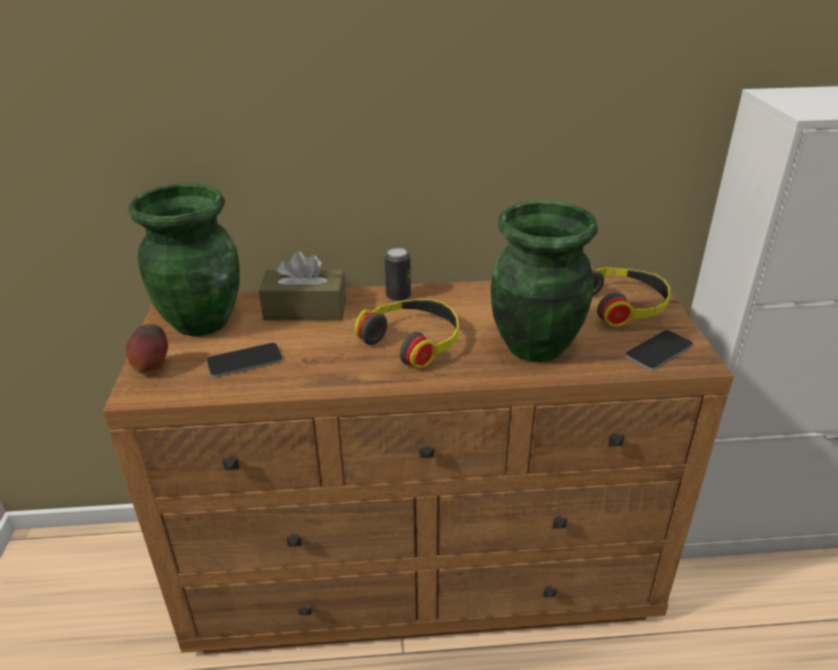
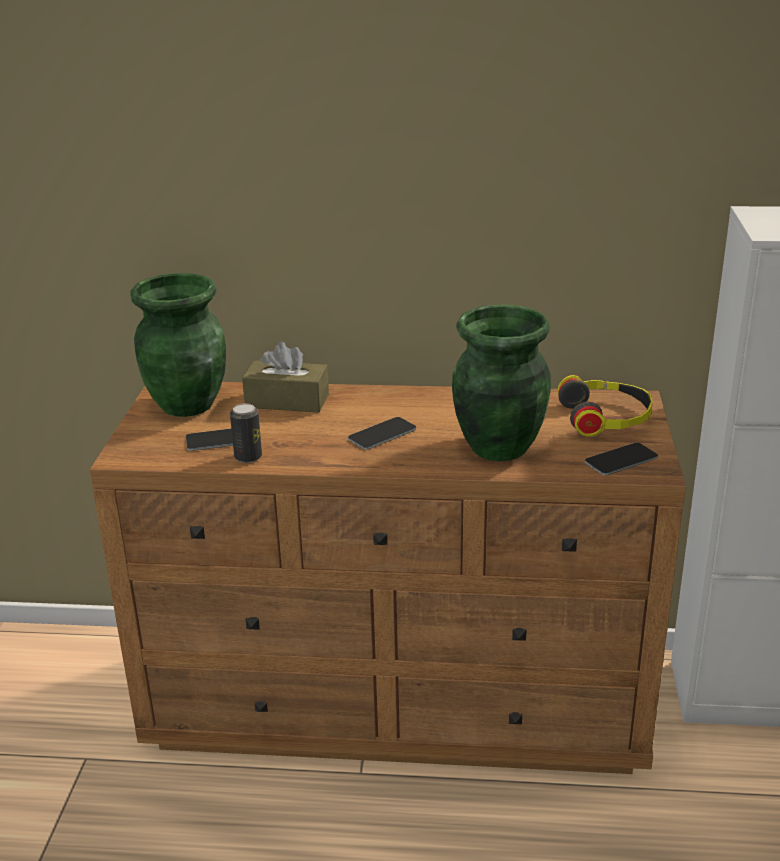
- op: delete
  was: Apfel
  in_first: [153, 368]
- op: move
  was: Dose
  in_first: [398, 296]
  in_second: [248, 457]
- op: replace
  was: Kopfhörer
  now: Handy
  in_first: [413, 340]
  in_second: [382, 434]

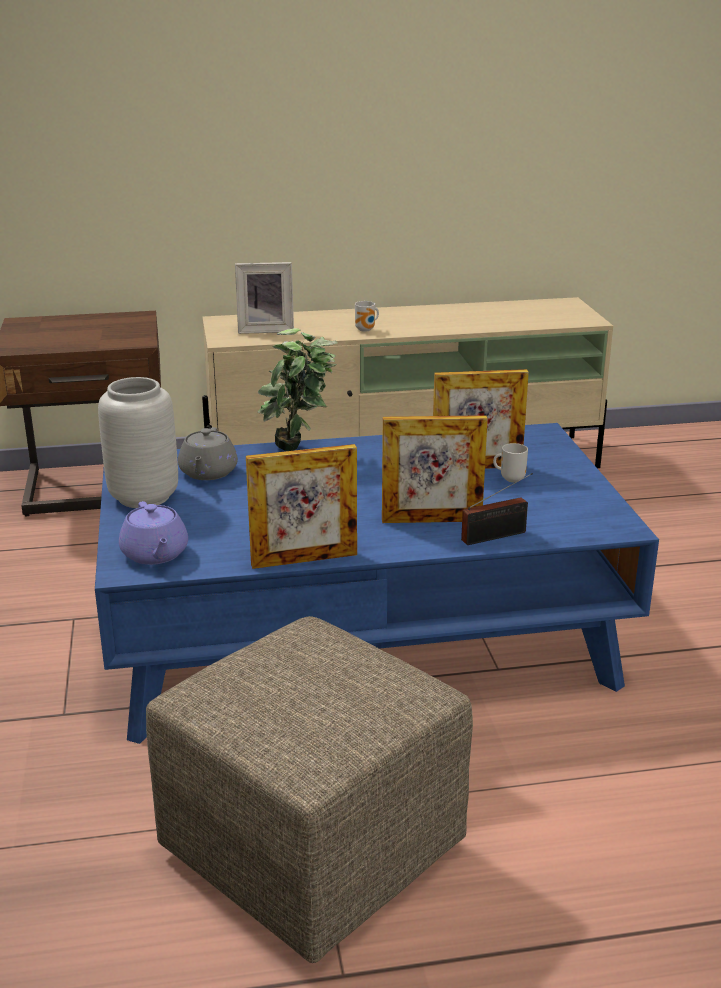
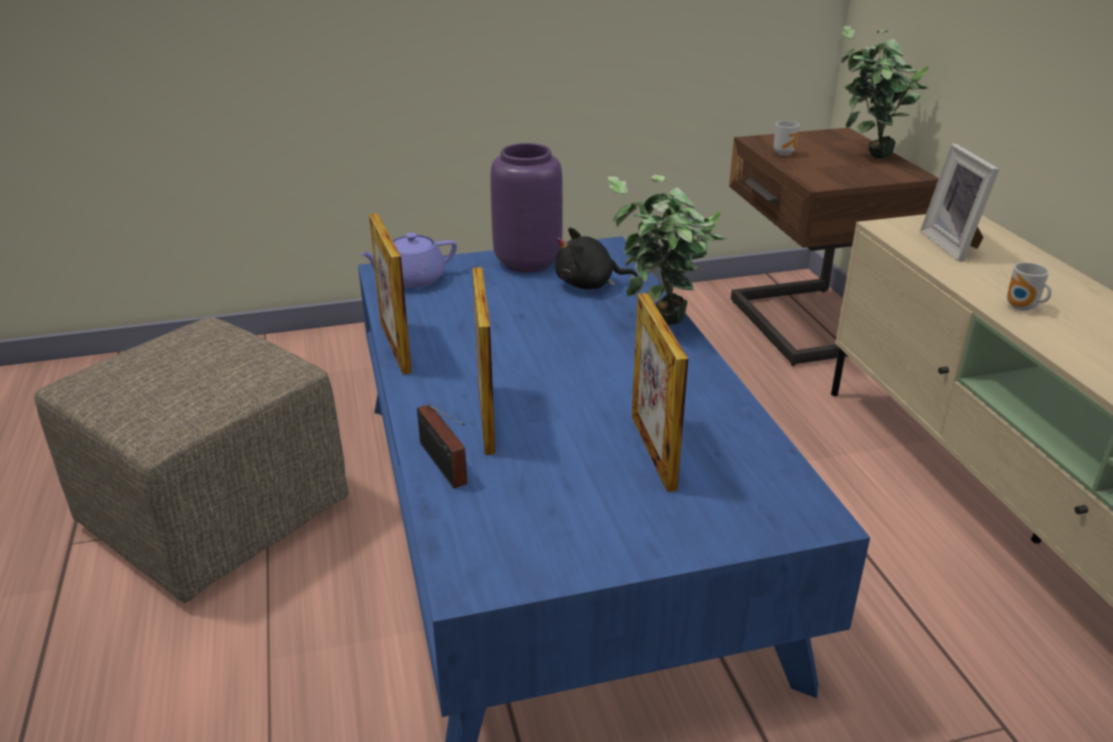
- op: insert
  now: Topfpflanze
  in_second: [866, 158]
- op: move
  was: Henkelbecher
  in_first: [510, 479]
  in_second: [784, 153]
- op: replace
  was: Teekanne/grau
  now: Plüschtier/schwarz
  in_first: [208, 473]
  in_second: [589, 284]
- op: recolor
  was: Vase/grau
  now: Vase/lila
  in_first: [142, 497]
  in_second: [528, 262]

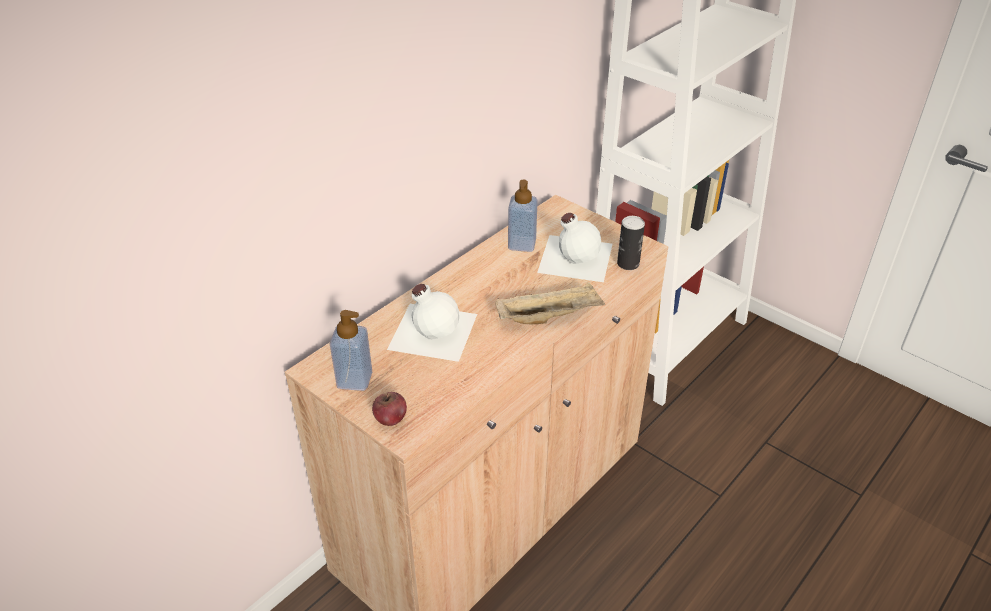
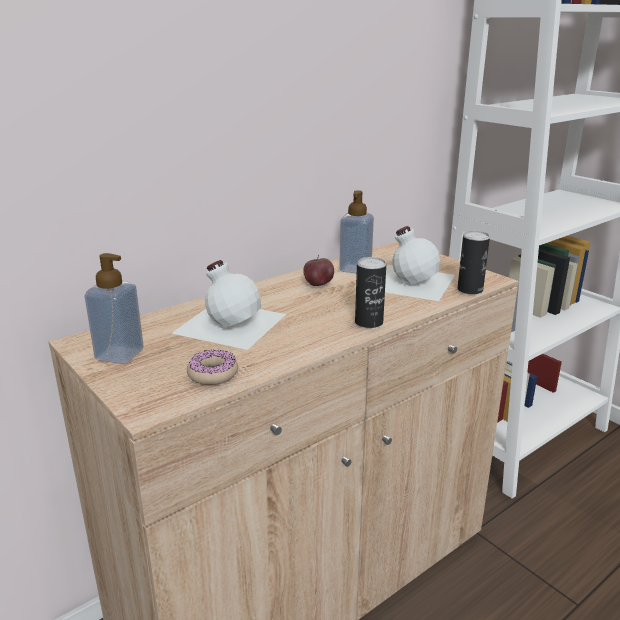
- op: insert
  now: Donut
  in_second: [213, 374]
- op: move
  was: Apfel
  in_first: [390, 419]
  in_second: [318, 284]
- op: replace
  was: Tablett/beige
  now: Dose
  in_first: [549, 316]
  in_second: [369, 322]

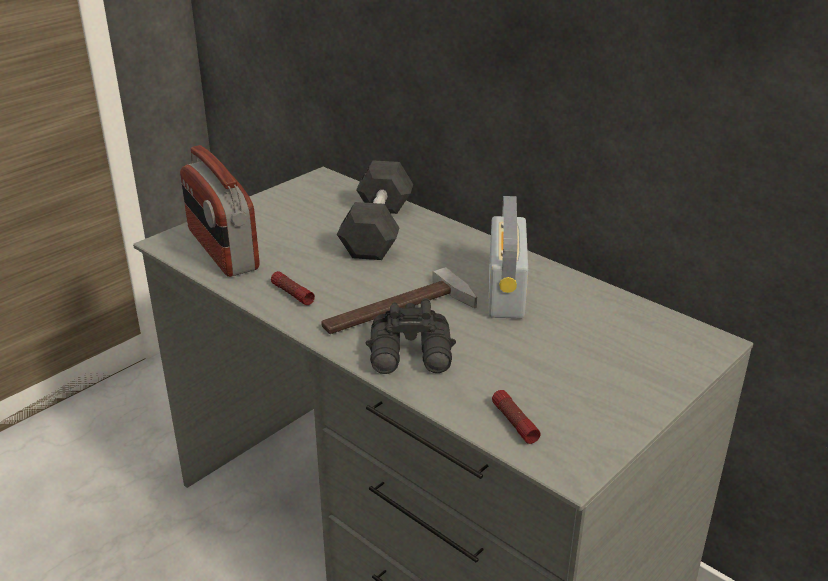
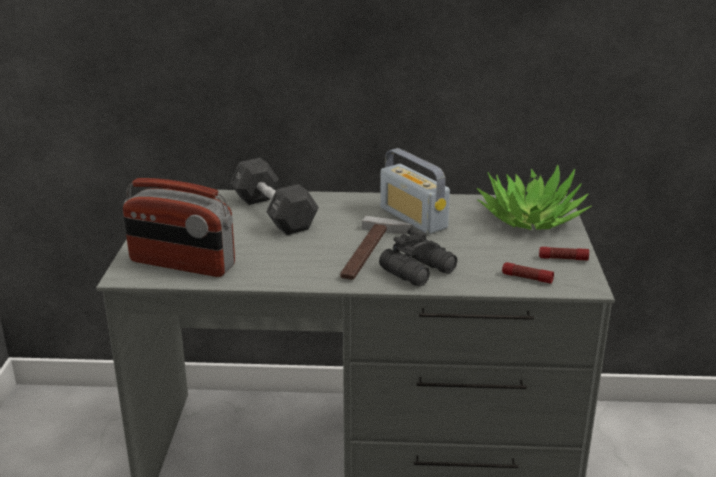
- op: insert
  now: Topfpflanze
  in_second: [530, 218]
- op: move
  was: Taschenlampe
  in_first: [292, 294]
  in_second: [563, 259]

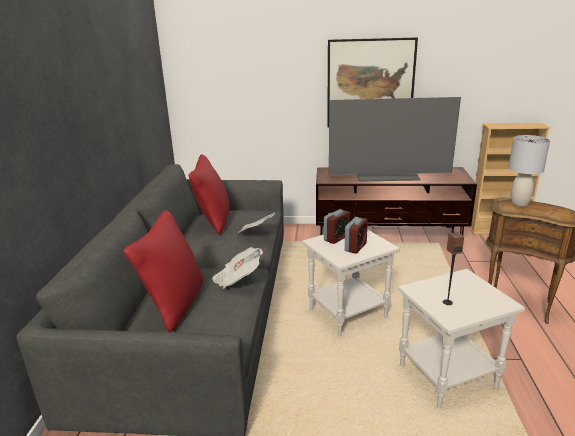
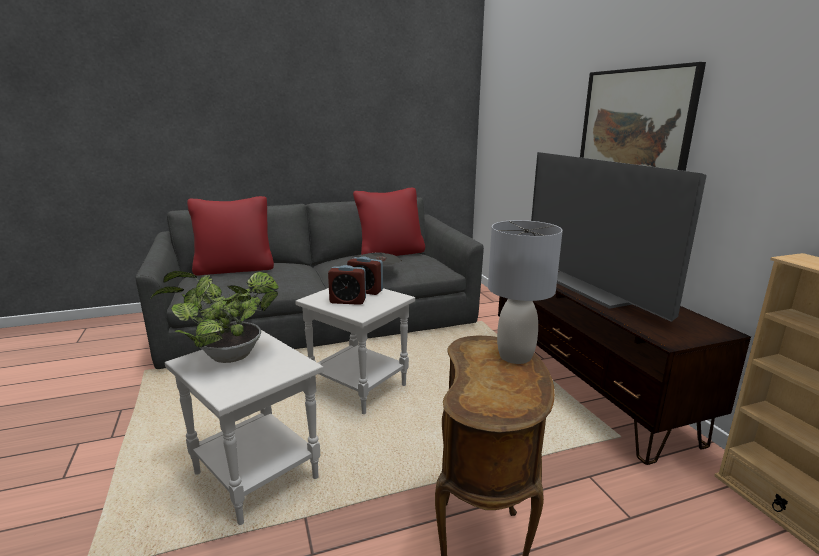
- op: delete
  was: Zeitung
  in_first: [237, 279]
- op: replace
  was: Lautsprecher
  now: Topfpflanze
  in_first: [447, 302]
  in_second: [226, 357]

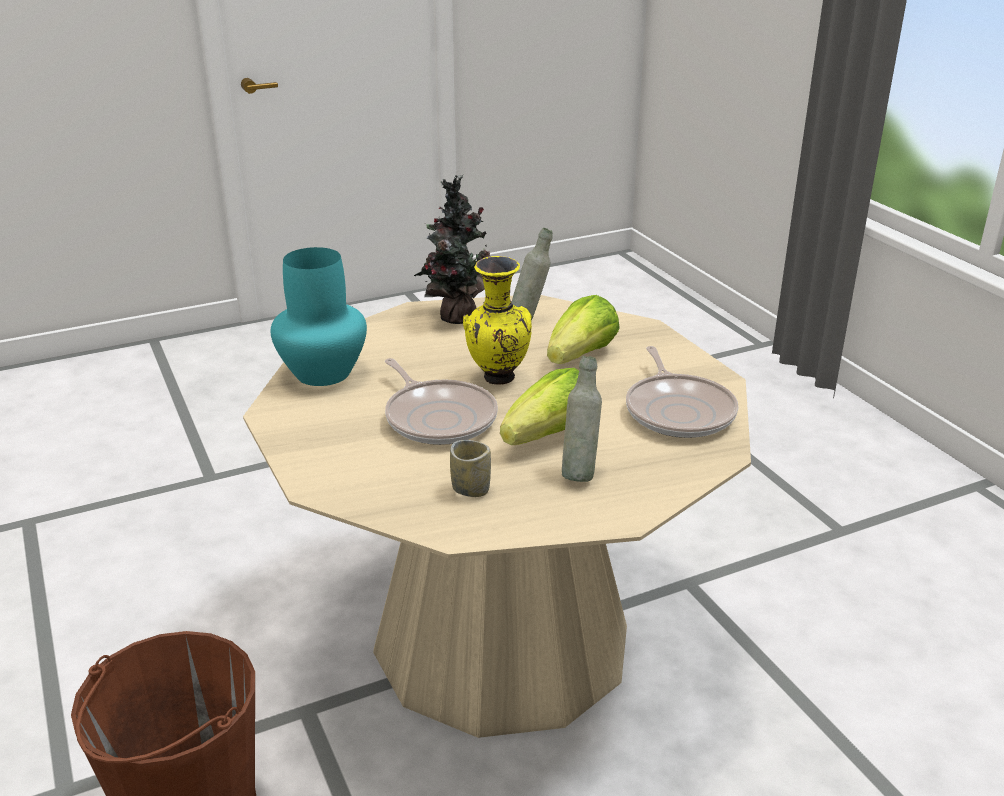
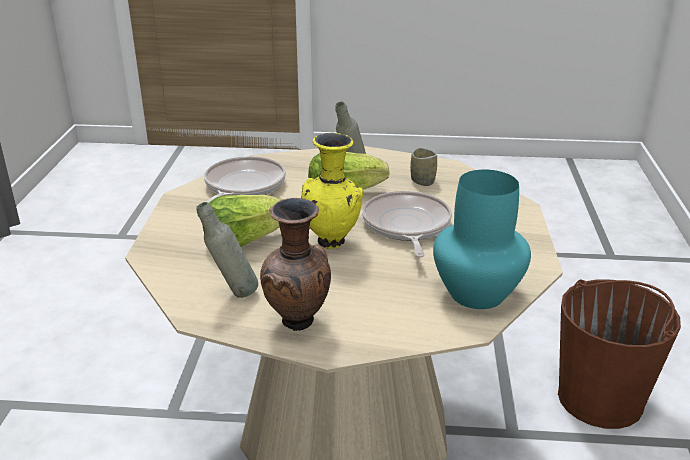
- op: replace
  was: Topfpflanze
  now: Vase/braun
  in_first: [455, 317]
  in_second: [298, 323]

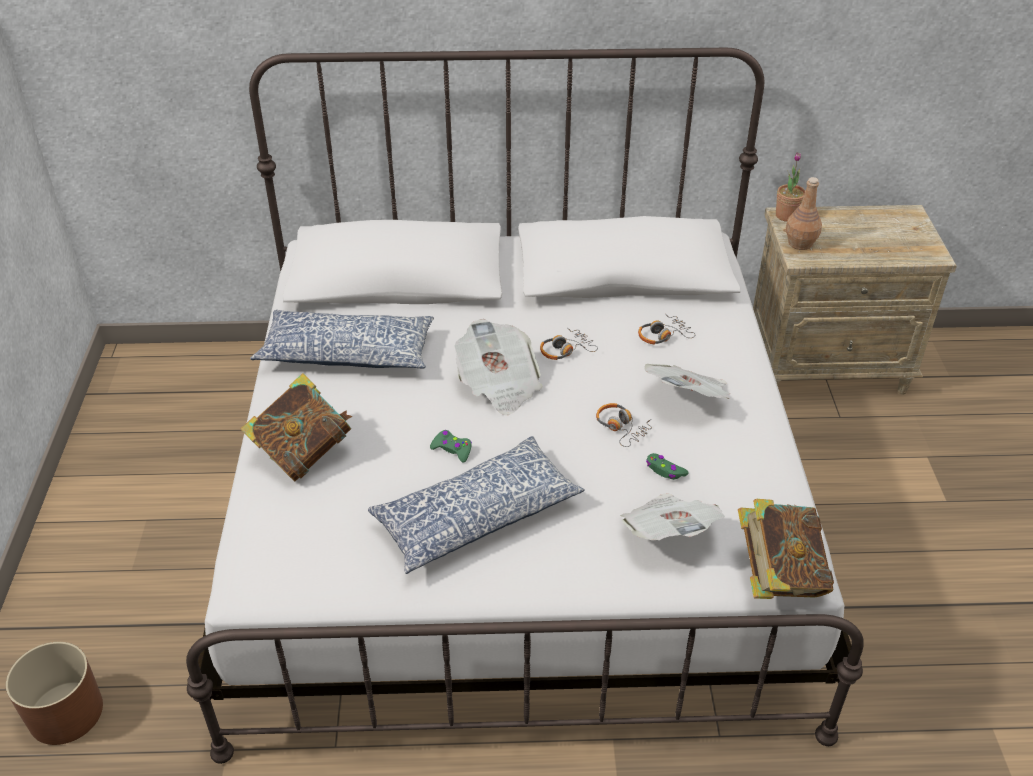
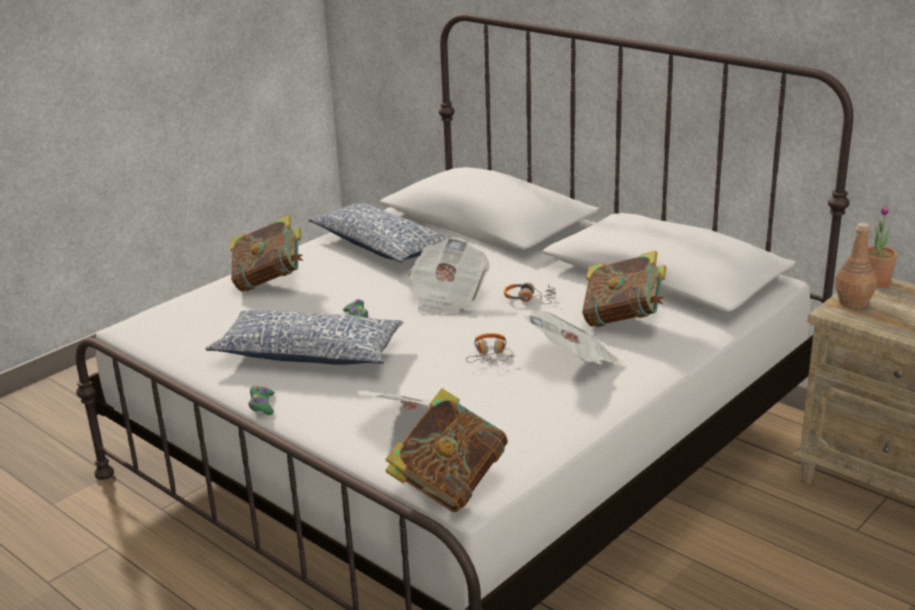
- op: delete
  was: Pflanzkübel/braun
  in_first: [66, 712]
- op: move
  was: Gamepad/grün
  in_first: [665, 470]
  in_second: [262, 405]
- op: replace
  was: Kopfhörer
  now: Buch
  in_first: [663, 336]
  in_second: [623, 320]

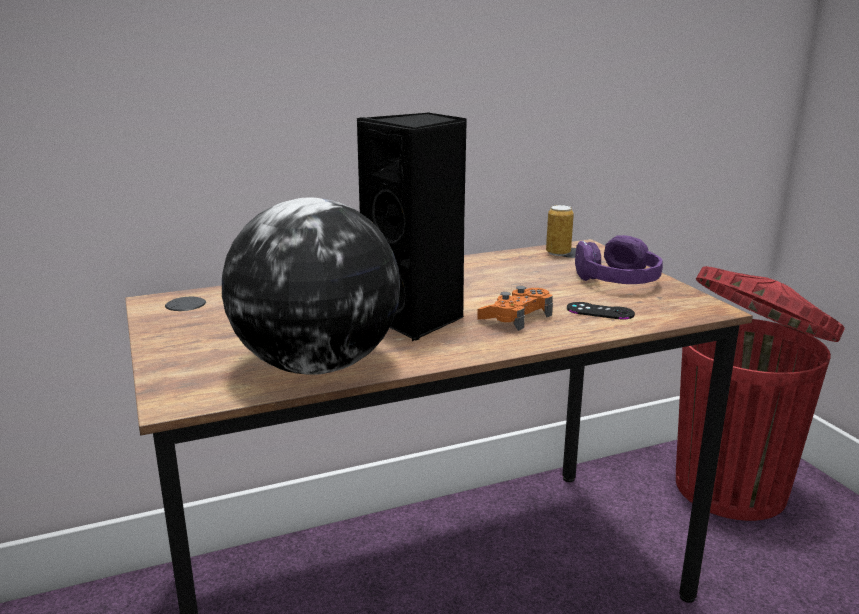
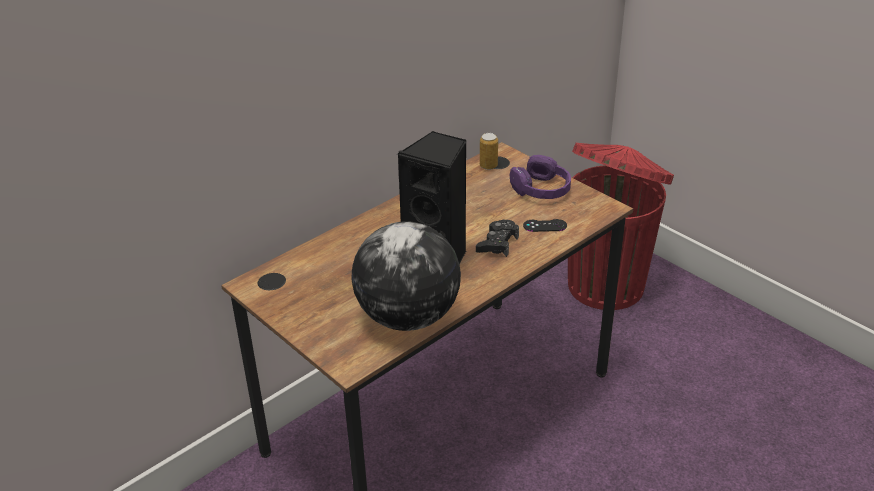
- op: recolor
  was: Gamepad/orange
  now: Gamepad/schwarz
  in_first: [516, 317]
  in_second: [497, 243]

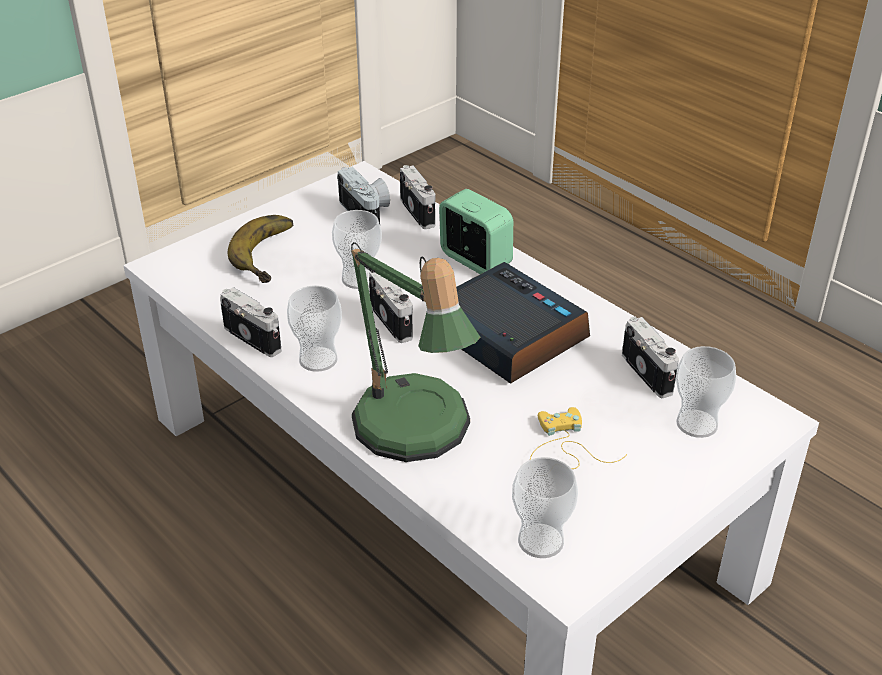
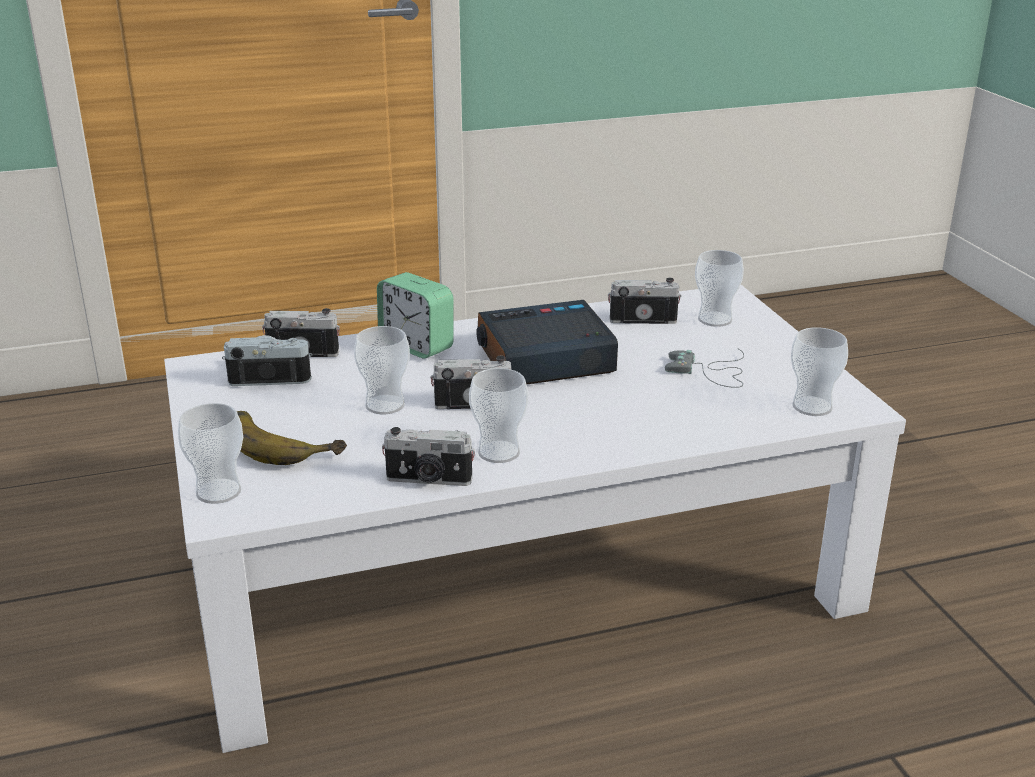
- op: delete
  was: Tischlampe
  in_first: [416, 436]
- op: insert
  now: Tasse
  in_second: [218, 491]
- op: recolor
  was: Gamepad/gelb
  now: Gamepad/grau
  in_first: [563, 448]
  in_second: [710, 372]
- op: rotate
  was: Kamera
  in_first: [254, 338]
  in_second: [429, 480]
  clockwise: -150
- op: rotate
  was: Wecker
  in_first: [475, 260]
  in_second: [416, 346]
  clockwise: -120

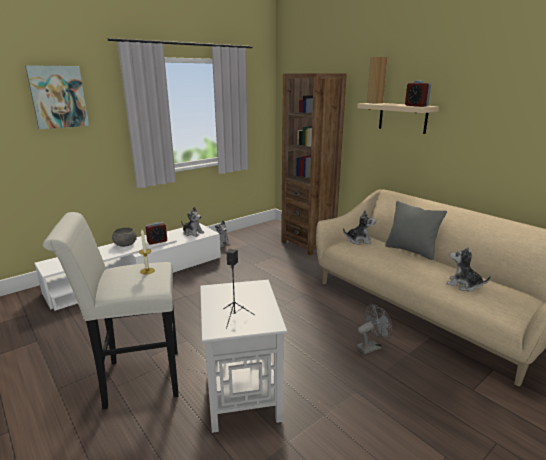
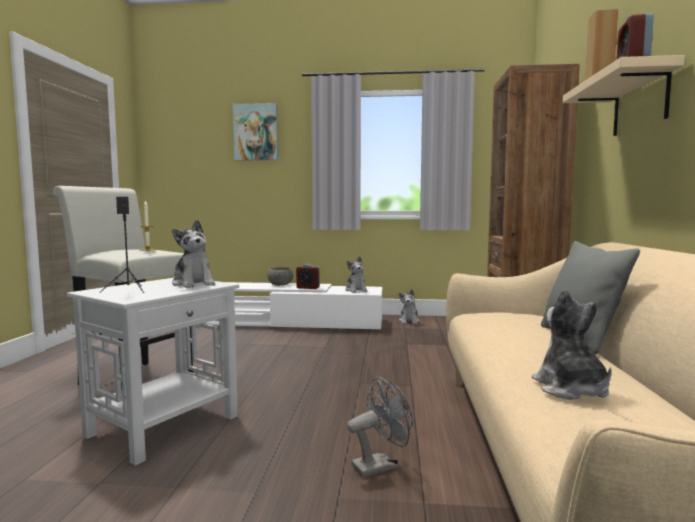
- op: move
  was: Plüschtier
  in_first: [359, 241]
  in_second: [193, 284]
- op: rotate
  was: Ventilator/grau
  in_first: [371, 347]
  in_second: [380, 465]
  clockwise: -45

